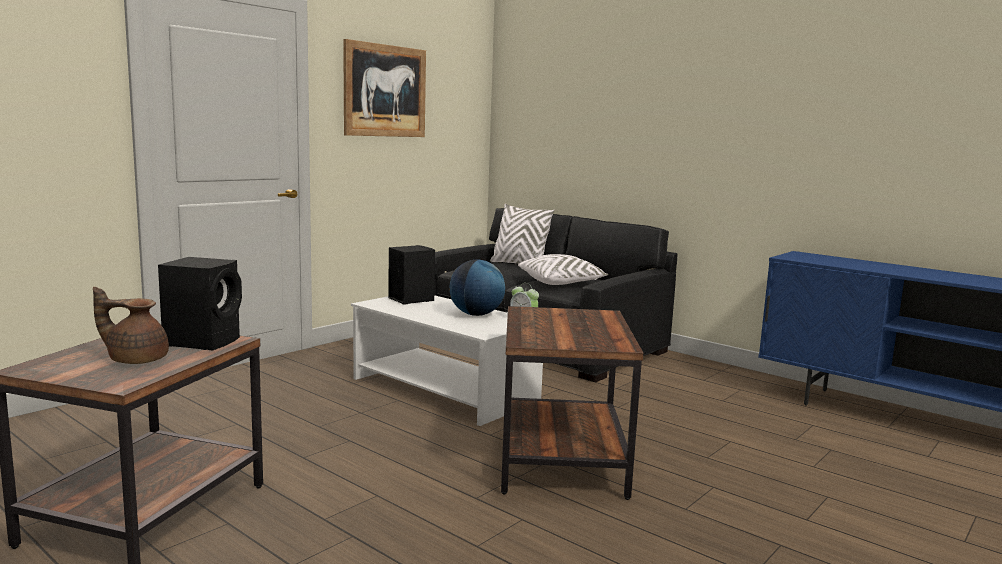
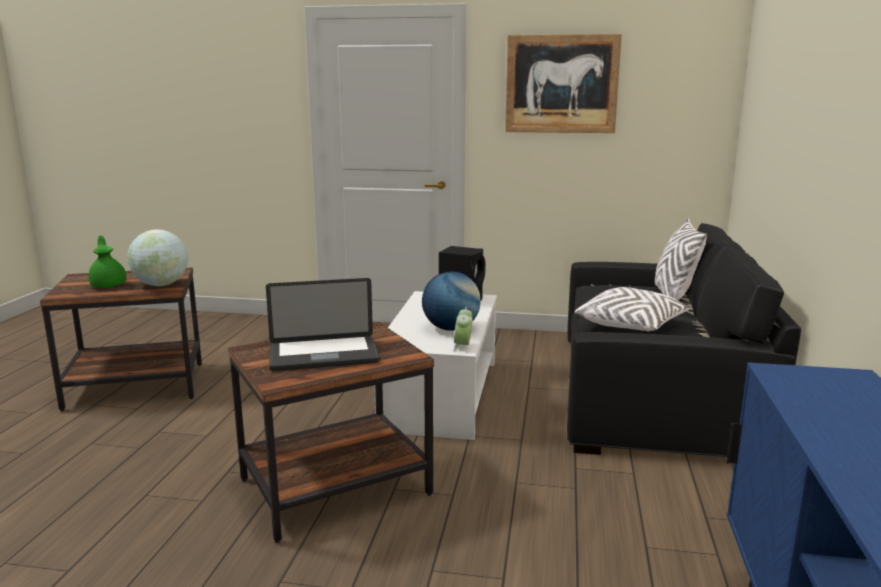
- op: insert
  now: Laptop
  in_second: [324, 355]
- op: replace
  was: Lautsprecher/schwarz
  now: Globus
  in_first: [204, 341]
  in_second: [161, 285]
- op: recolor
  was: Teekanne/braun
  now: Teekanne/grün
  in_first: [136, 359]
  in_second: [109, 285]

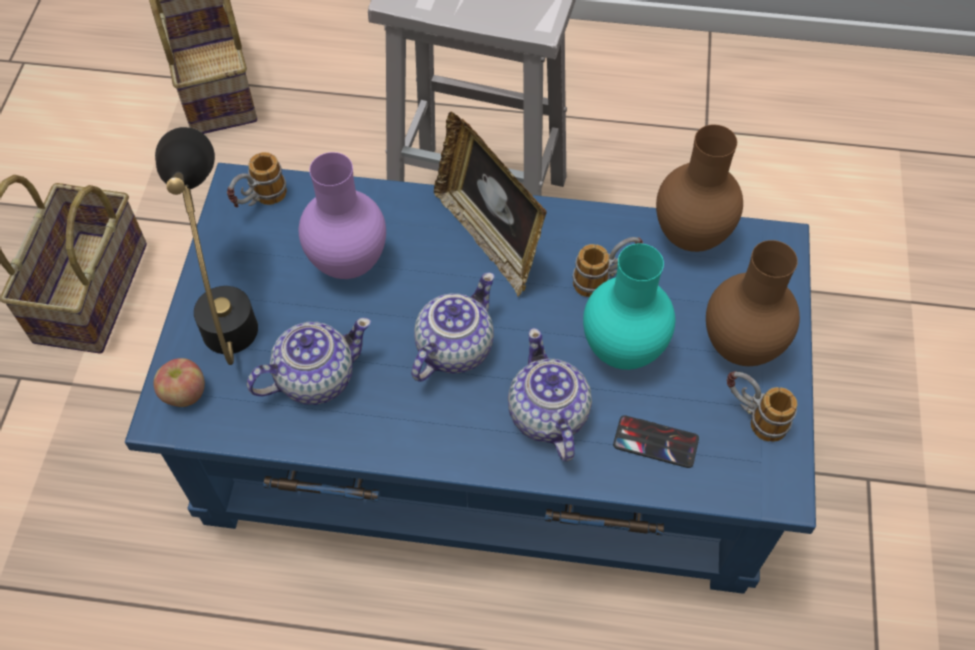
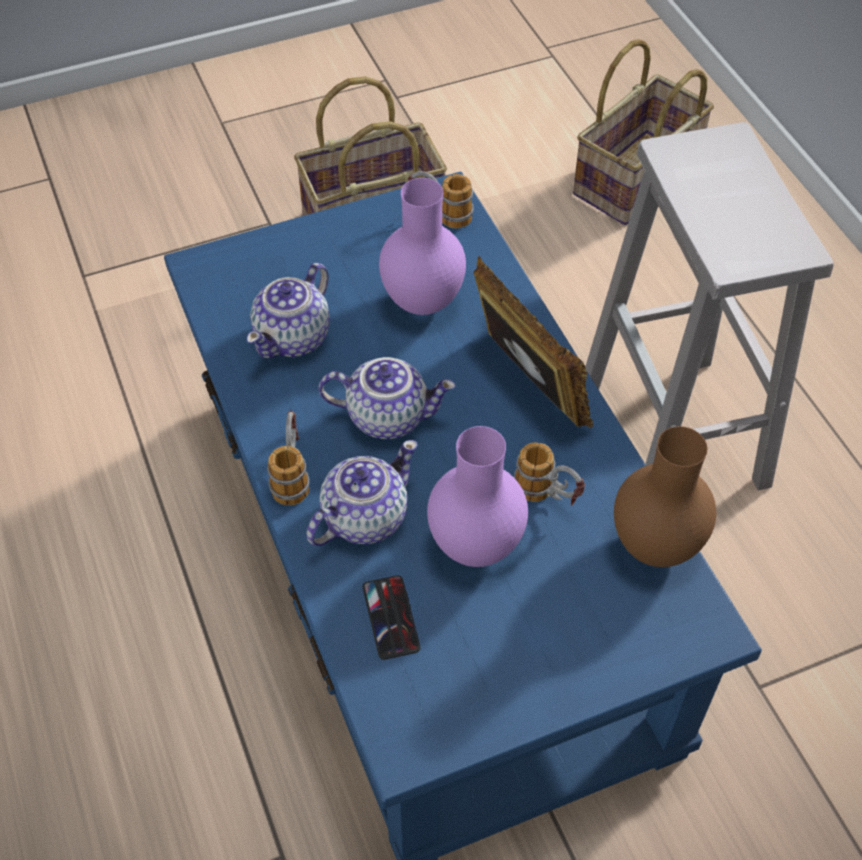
- op: delete
  was: Apfel
  in_first: [184, 393]
- op: delete
  was: Tischlampe/schwarz
  in_first: [226, 307]
- op: delete
  was: Vase/braun
  in_first: [739, 346]
- op: move
  was: Henkelbecher
  in_first: [752, 417]
  in_second: [292, 475]
- op: recolor
  was: Vase/türkis
  now: Vase/lila
  in_first: [624, 352]
  in_second: [474, 548]
- op: rotate
  was: Teekanne
  in_first: [314, 377]
  in_second: [294, 337]
  clockwise: 90
- op: rotate
  was: Bilderrahmen
  in_first: [489, 237]
  in_second: [526, 386]
  clockwise: 120

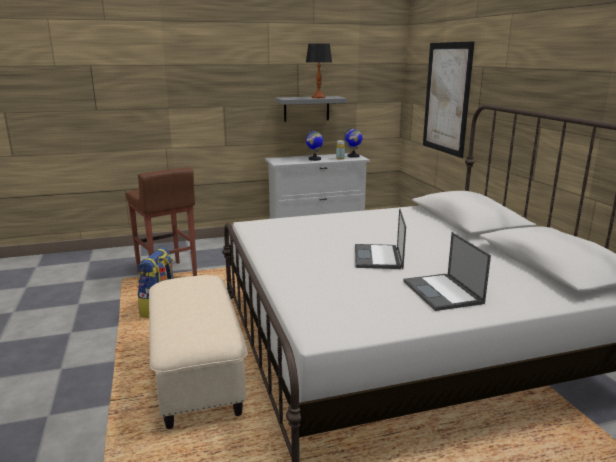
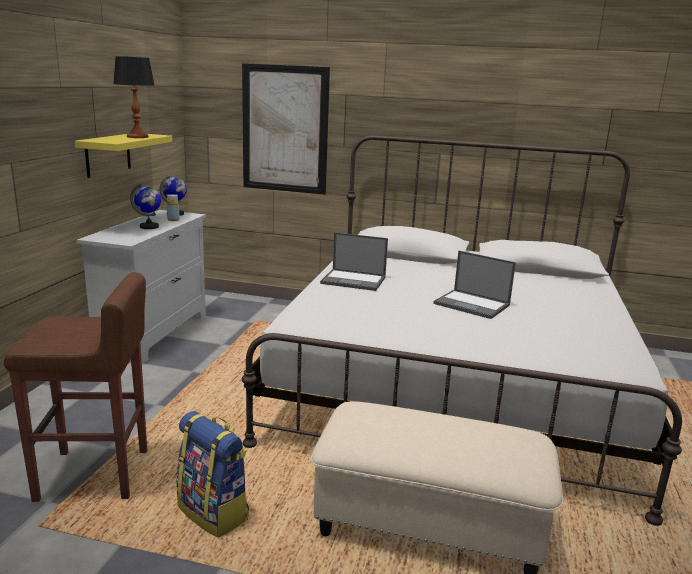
- op: move
  was: Laptop
  in_first: [443, 292]
  in_second: [354, 280]
- op: recolor
  was: Wandregal/grau
  now: Wandregal/gelb
  in_first: [306, 108]
  in_second: [108, 154]

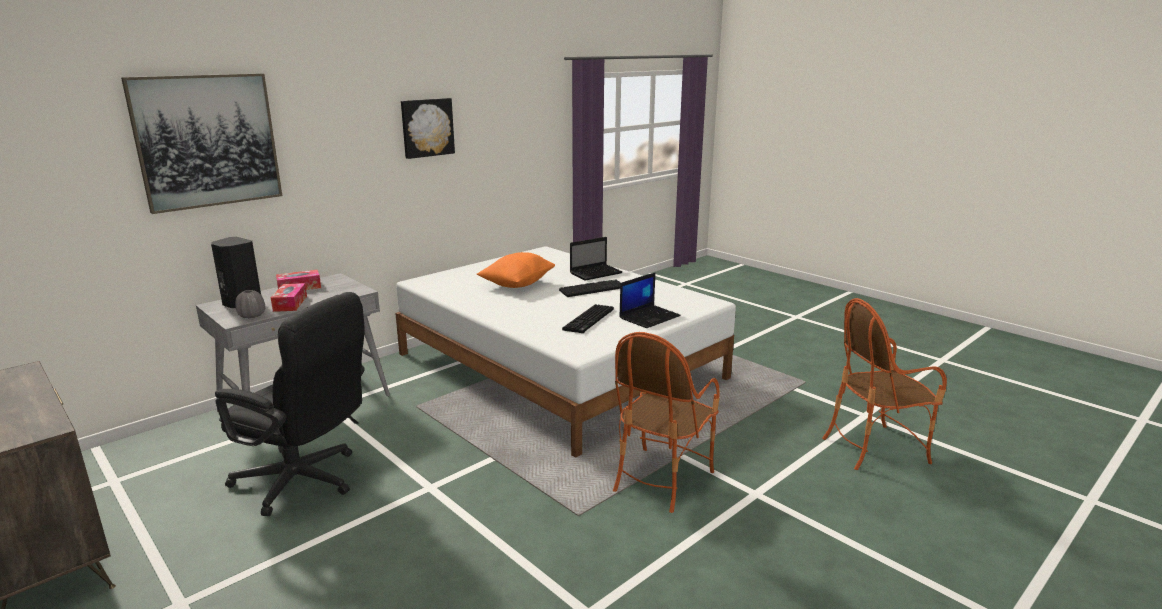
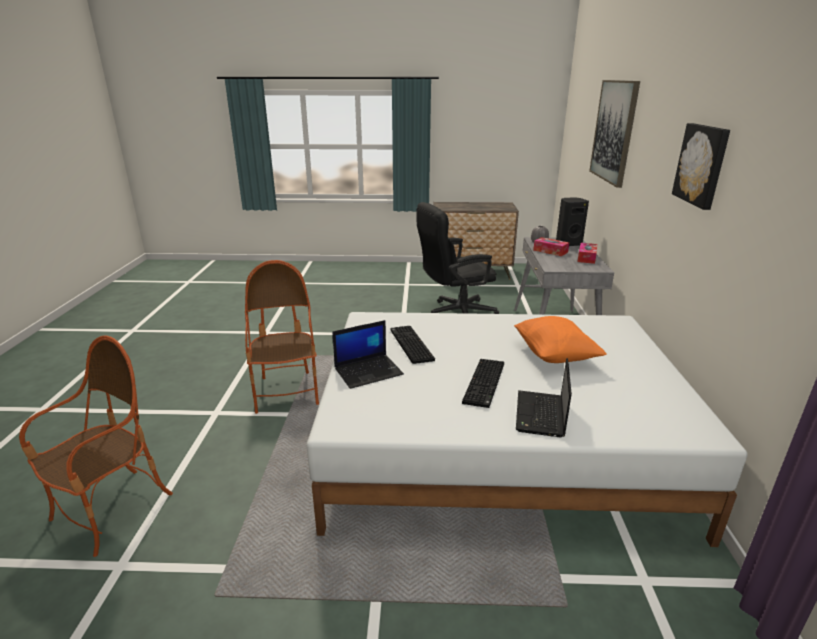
- op: rotate
  was: Laptop
  in_first: [649, 317]
  in_second: [369, 371]
  clockwise: -120

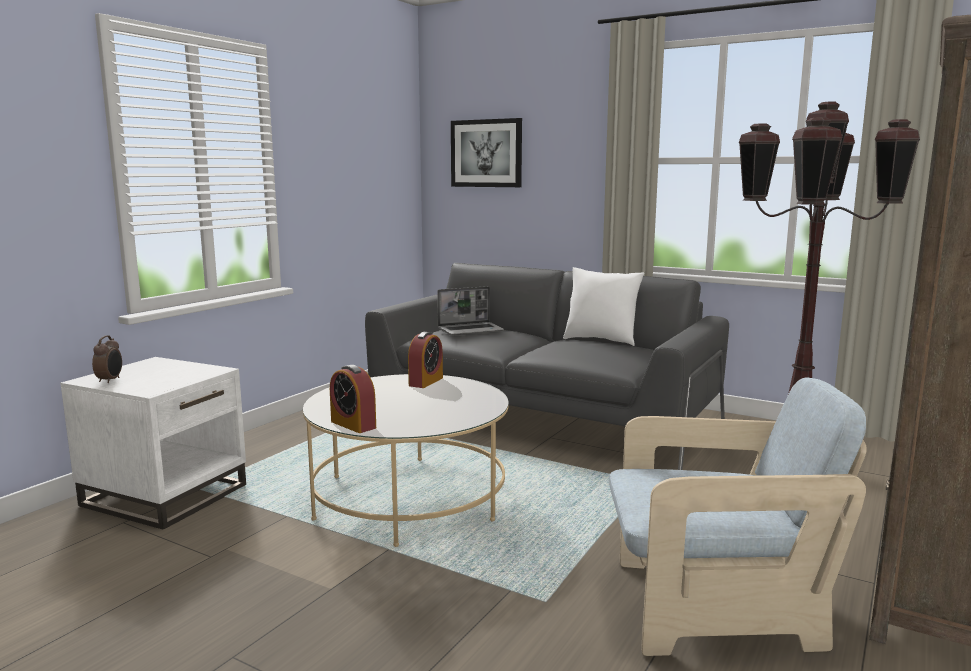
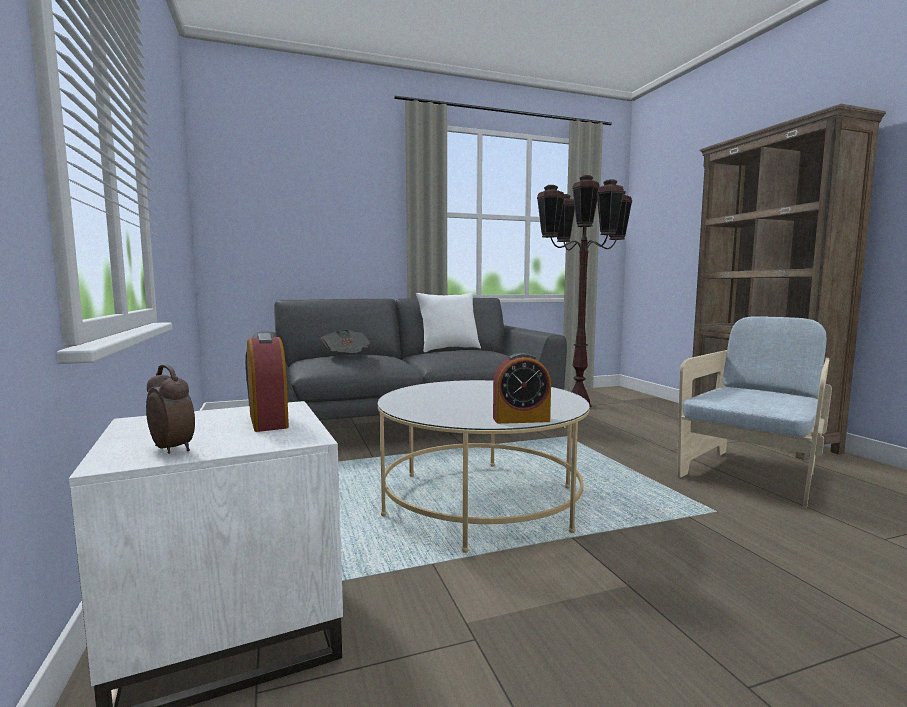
- op: delete
  was: Bild
  in_first: [486, 153]
- op: move
  was: Wecker
  in_first: [426, 381]
  in_second: [268, 421]
- op: replace
  was: Laptop
  now: Zeitung
  in_first: [471, 330]
  in_second: [347, 356]

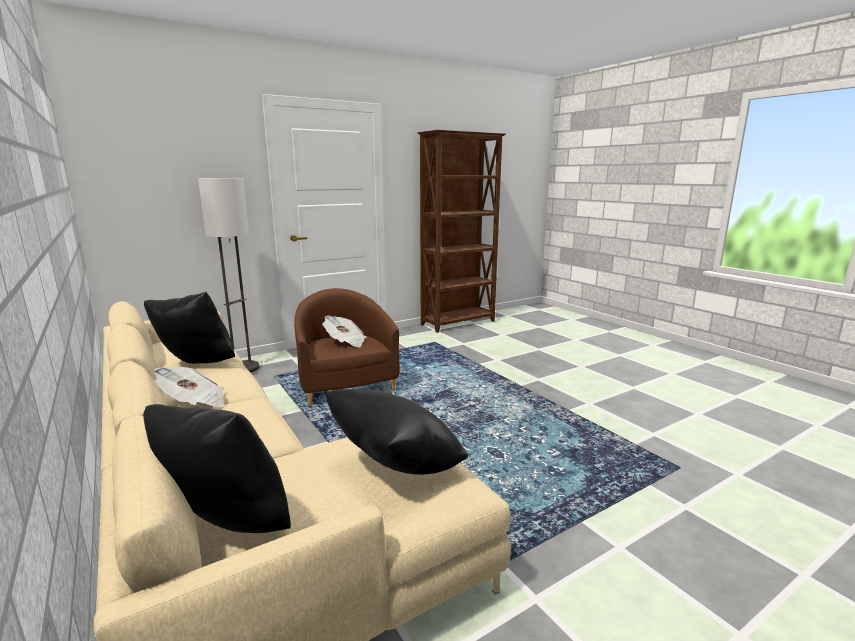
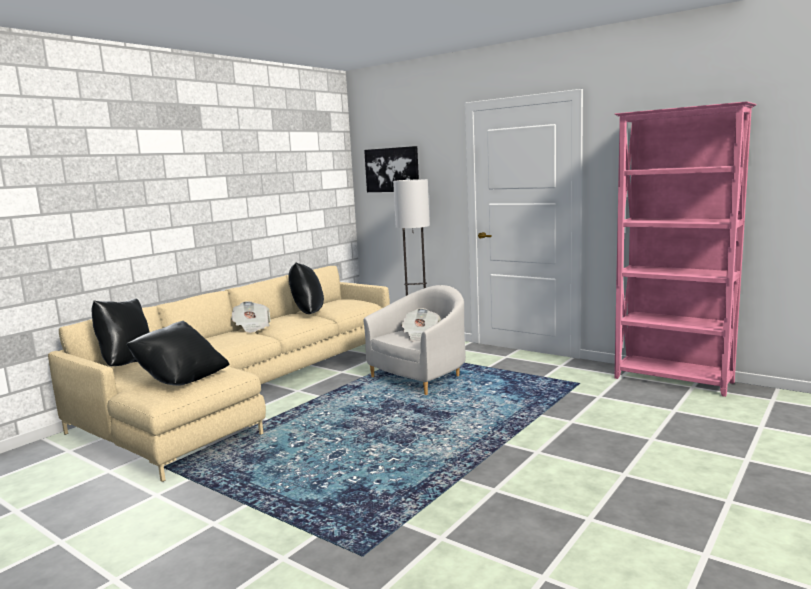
- op: insert
  now: Bild
  in_second: [392, 170]
- op: recolor
  was: Sessel/braun
  now: Sessel/weiß
  in_first: [345, 385]
  in_second: [421, 377]
- op: recolor
  was: Bücherregal/braun
  now: Bücherregal/rosa
  in_first: [459, 323]
  in_second: [673, 381]

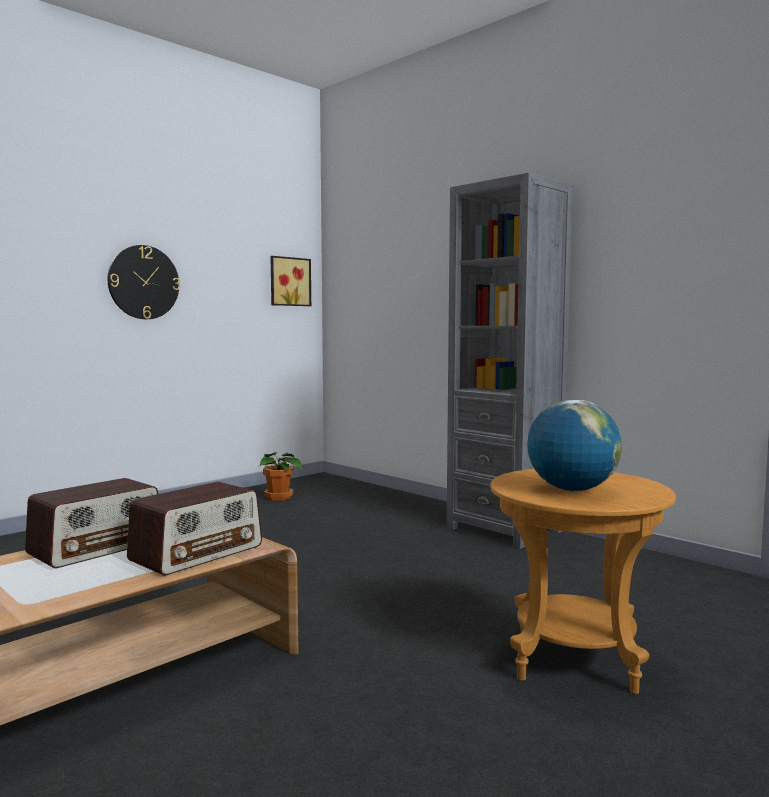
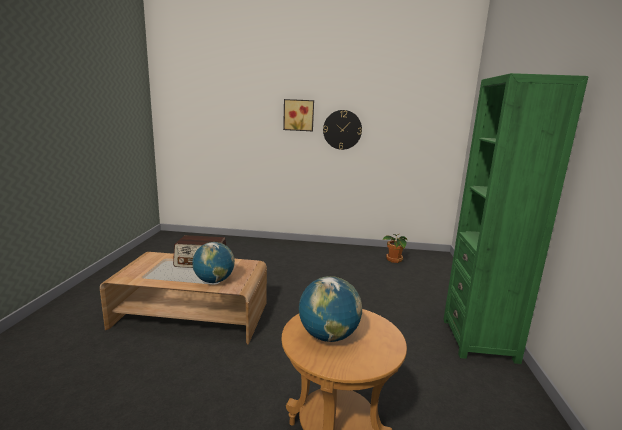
- op: move
  was: Bild
  in_first: [289, 281]
  in_second: [298, 115]
- op: replace
  was: Radio
  now: Globus
  in_first: [197, 553]
  in_second: [214, 281]
- op: recolor
  was: Bücherregal/grau
  now: Bücherregal/grün
  in_first: [504, 529]
  in_second: [479, 340]

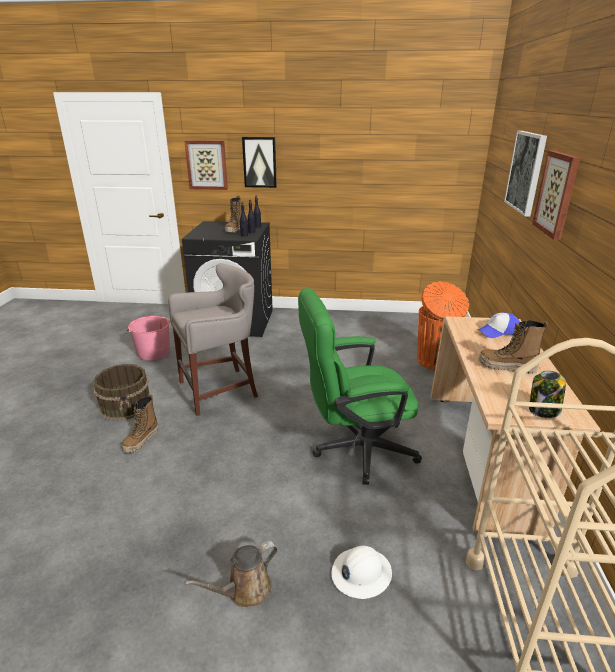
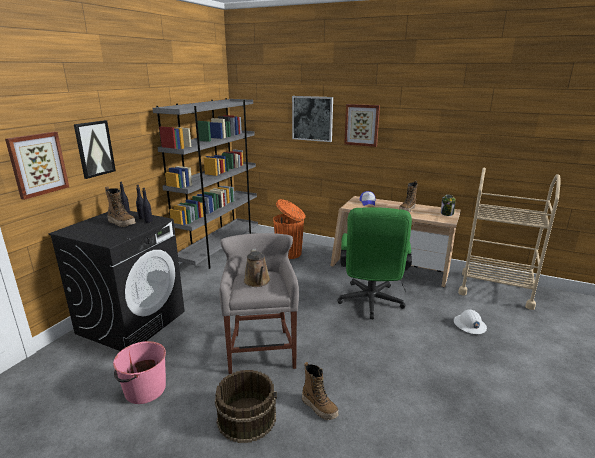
- op: insert
  now: Bücherregal/grau
  in_second: [219, 250]
- op: move
  was: Gießkanne/braun
  in_first: [245, 590]
  in_second: [257, 282]

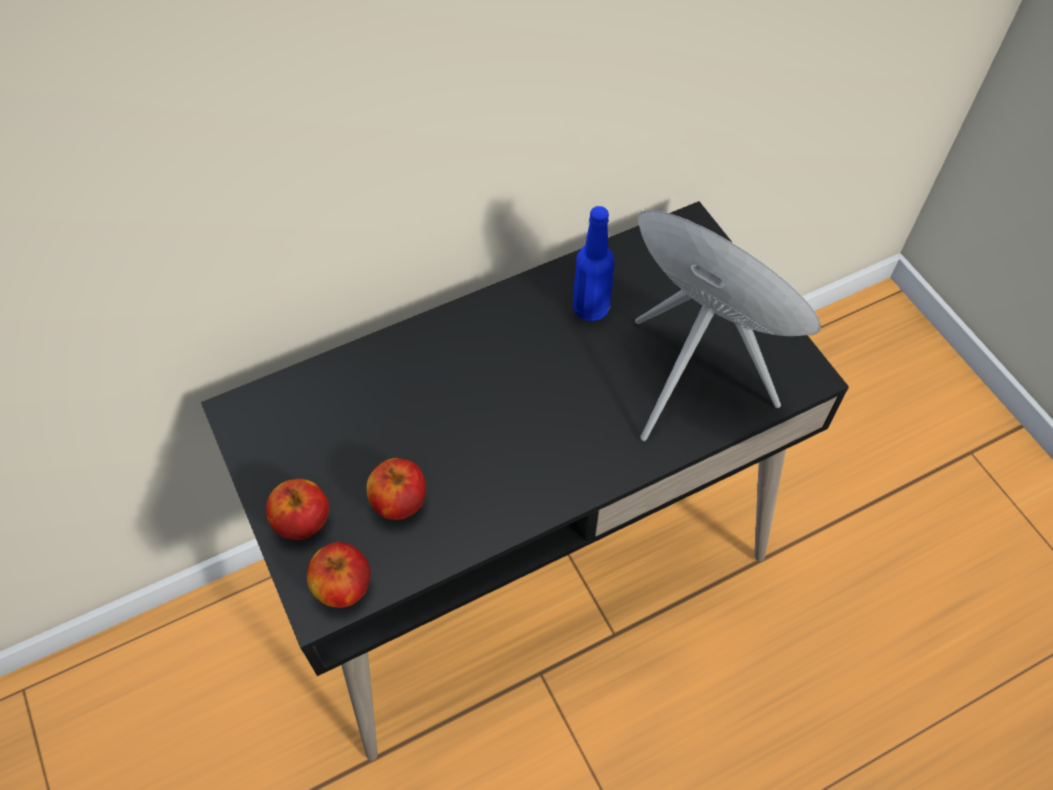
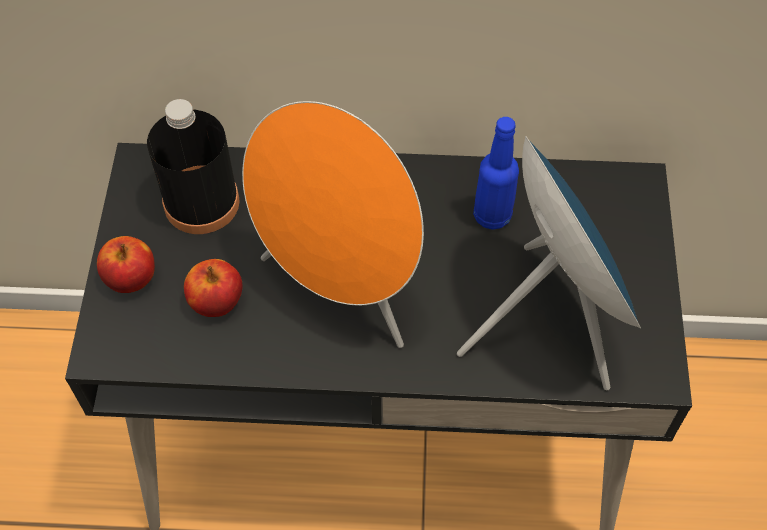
- op: delete
  was: Apfel
  in_first: [343, 587]
- op: insert
  now: Flasche/schwarz
  in_second: [201, 203]
- op: insert
  now: Lautsprecher/orange
  in_second: [342, 288]

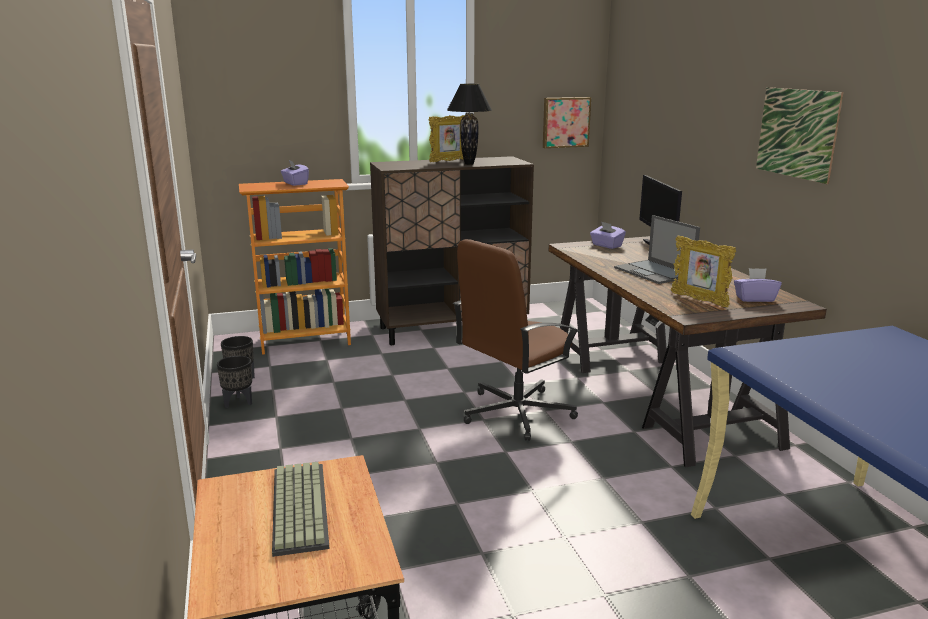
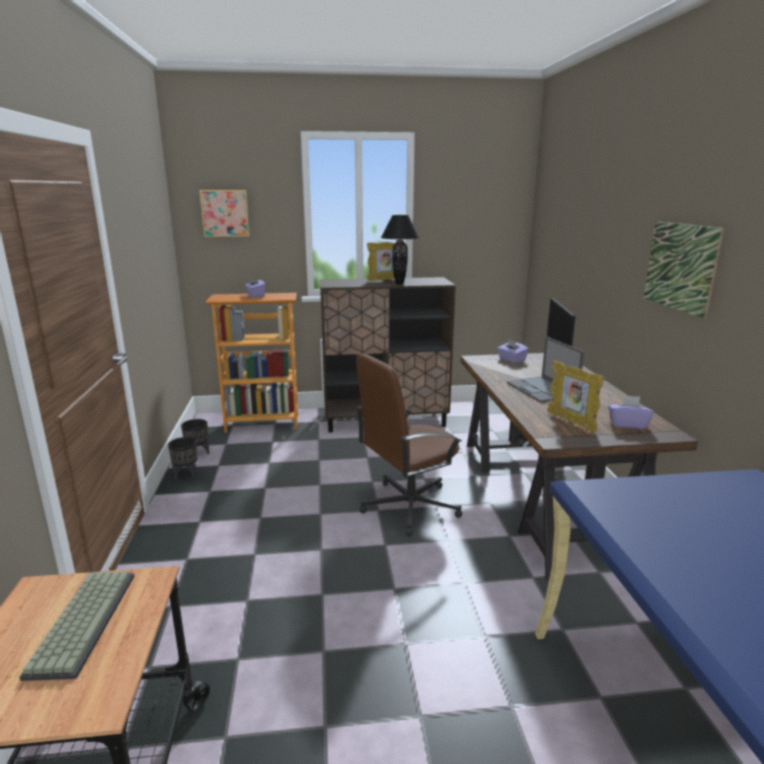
- op: move
  was: Bild
  in_first: [565, 122]
  in_second: [225, 213]

